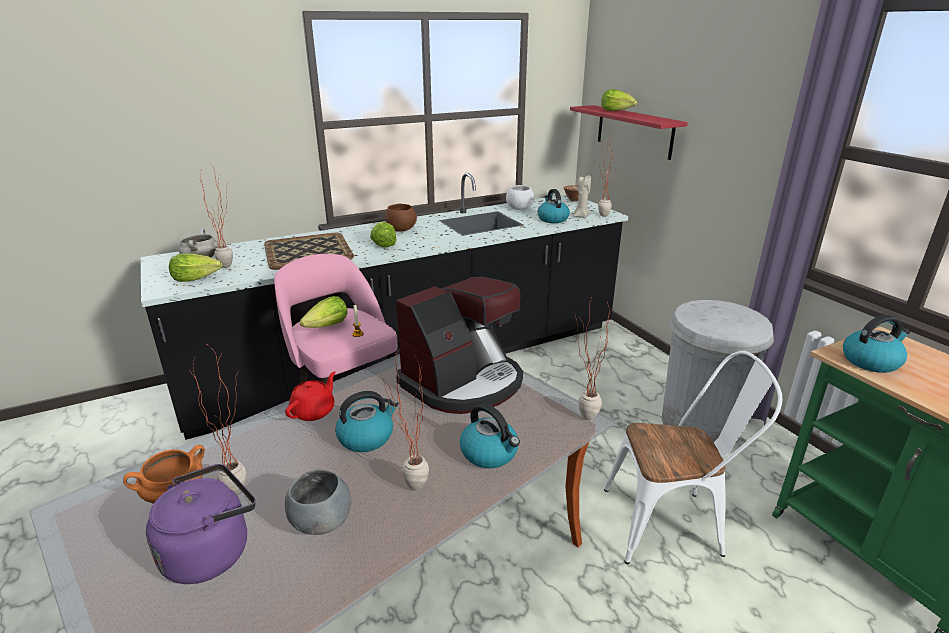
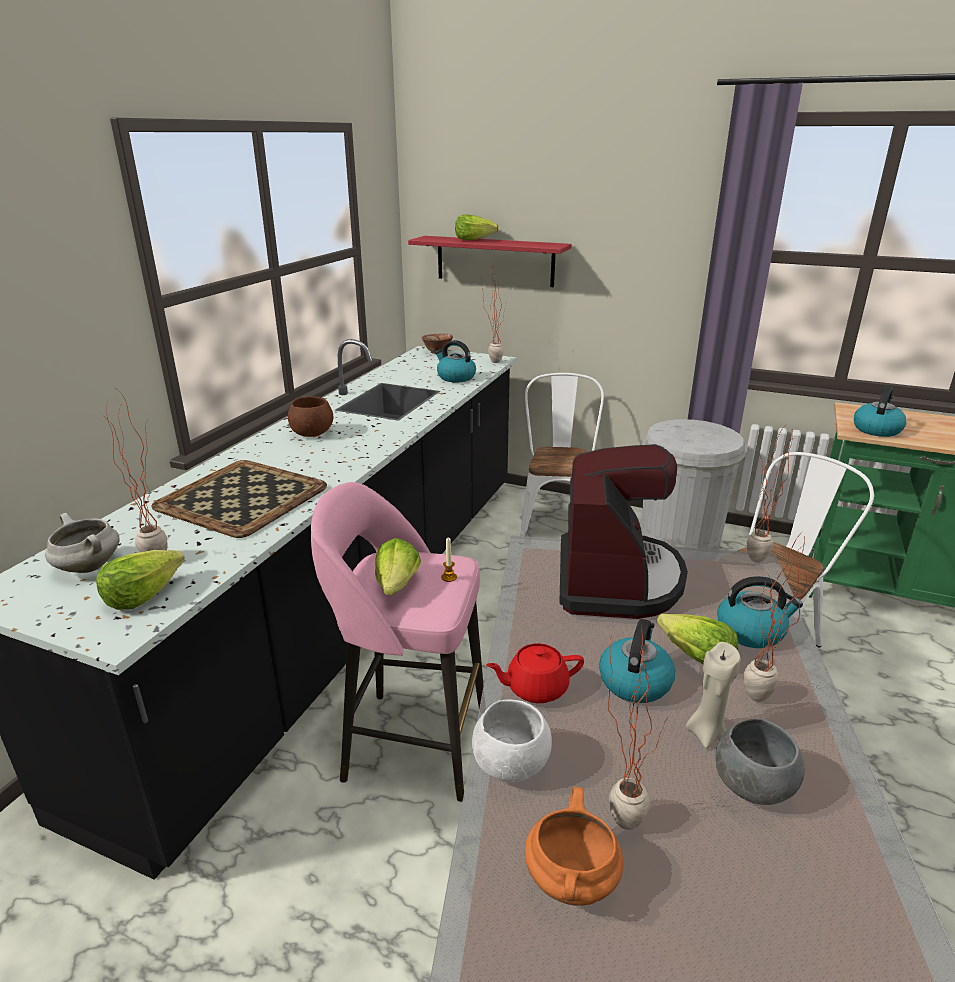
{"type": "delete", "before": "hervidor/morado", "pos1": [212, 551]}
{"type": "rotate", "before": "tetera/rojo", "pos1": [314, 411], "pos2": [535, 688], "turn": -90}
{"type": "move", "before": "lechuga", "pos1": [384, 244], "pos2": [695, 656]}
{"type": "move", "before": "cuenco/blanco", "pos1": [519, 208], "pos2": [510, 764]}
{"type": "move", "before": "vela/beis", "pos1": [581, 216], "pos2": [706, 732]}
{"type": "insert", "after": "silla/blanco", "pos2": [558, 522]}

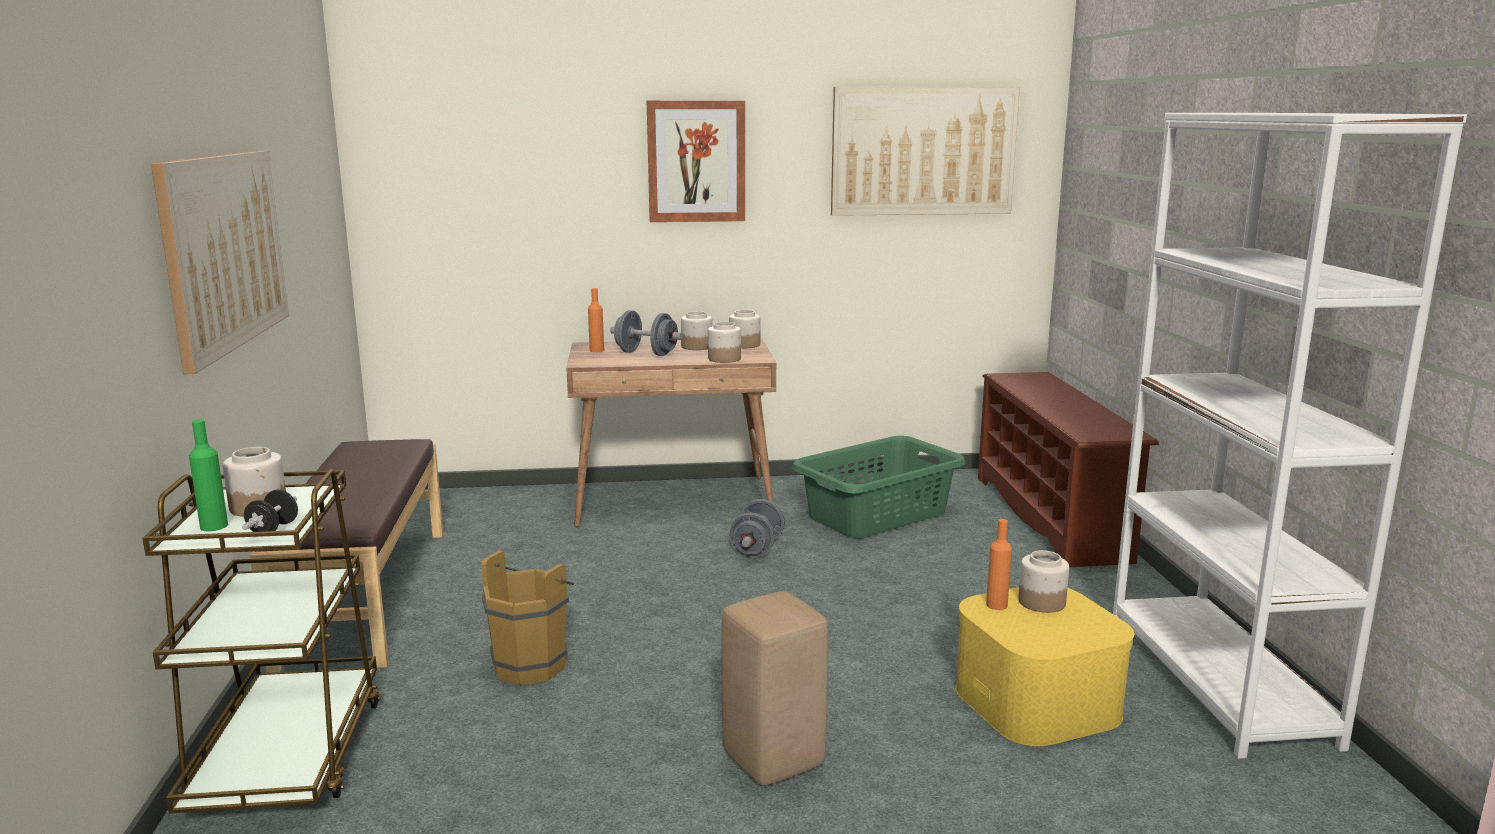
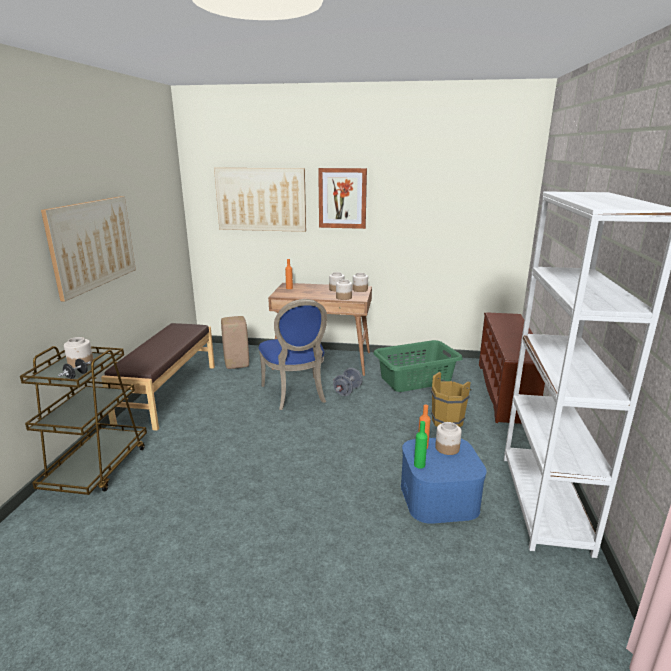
{"type": "move", "before": "botella/verde", "pos1": [214, 526], "pos2": [419, 465]}
{"type": "move", "before": "cubo/marrón", "pos1": [534, 664], "pos2": [448, 421]}
{"type": "delete", "before": "mancuerna/gris", "pos1": [646, 353]}
{"type": "move", "before": "taburete/beis", "pos1": [775, 760], "pos2": [237, 364]}
{"type": "move", "before": "cuadro", "pos1": [923, 151], "pos2": [261, 199]}
{"type": "recolor", "before": "caja de almacenaje/amarillo", "after": "caja de almacenaje/azul", "pos1": [1037, 701], "pos2": [439, 497]}
{"type": "insert", "after": "silla/azul", "pos2": [296, 394]}

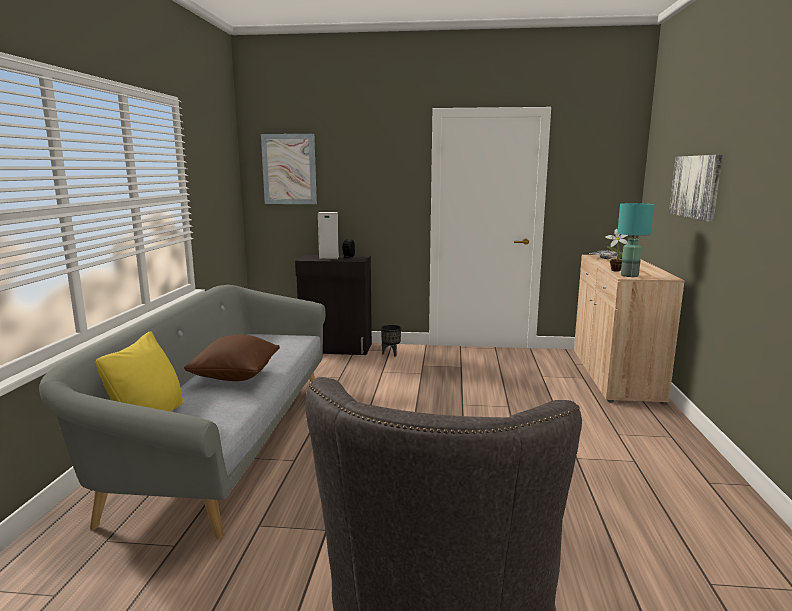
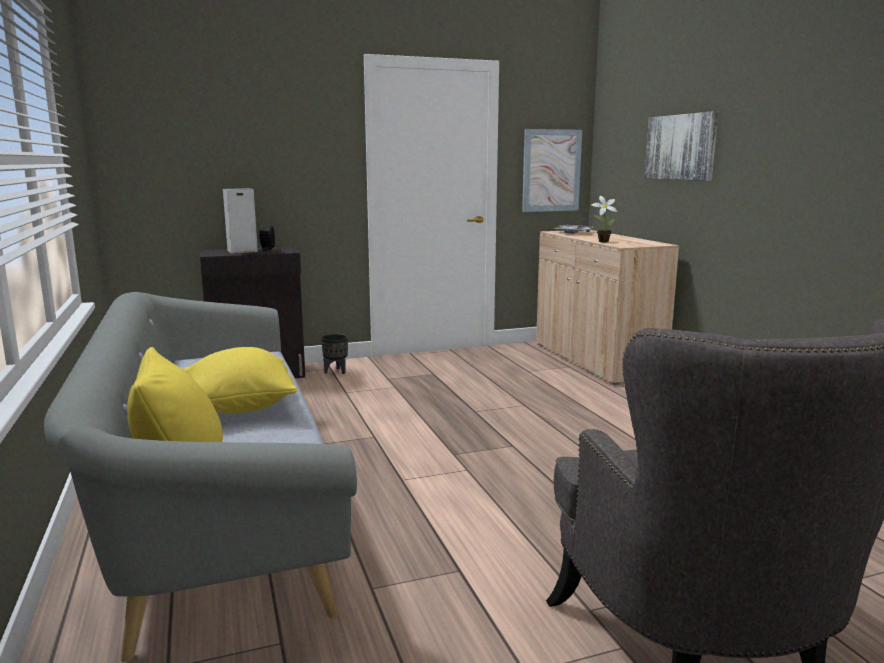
{"type": "recolor", "before": "cojín/marrón", "after": "cojín/amarillo", "pos1": [236, 377], "pos2": [240, 408]}
{"type": "move", "before": "cuadro", "pos1": [289, 169], "pos2": [551, 170]}
{"type": "delete", "before": "lámpara de mesa/turquesa", "pos1": [630, 275]}

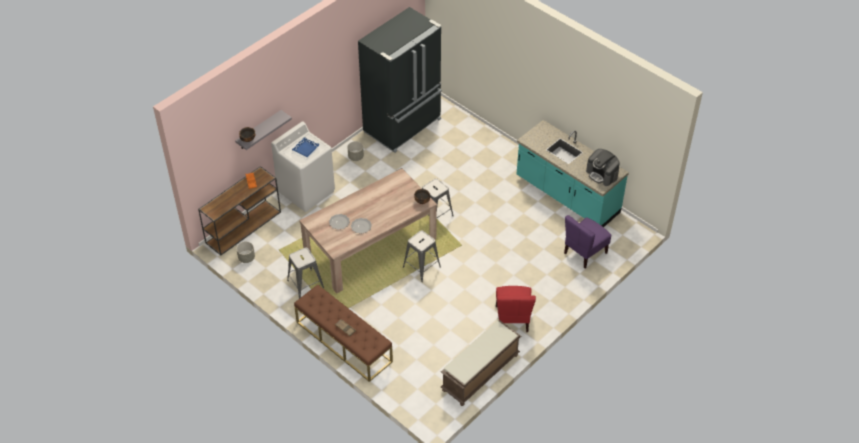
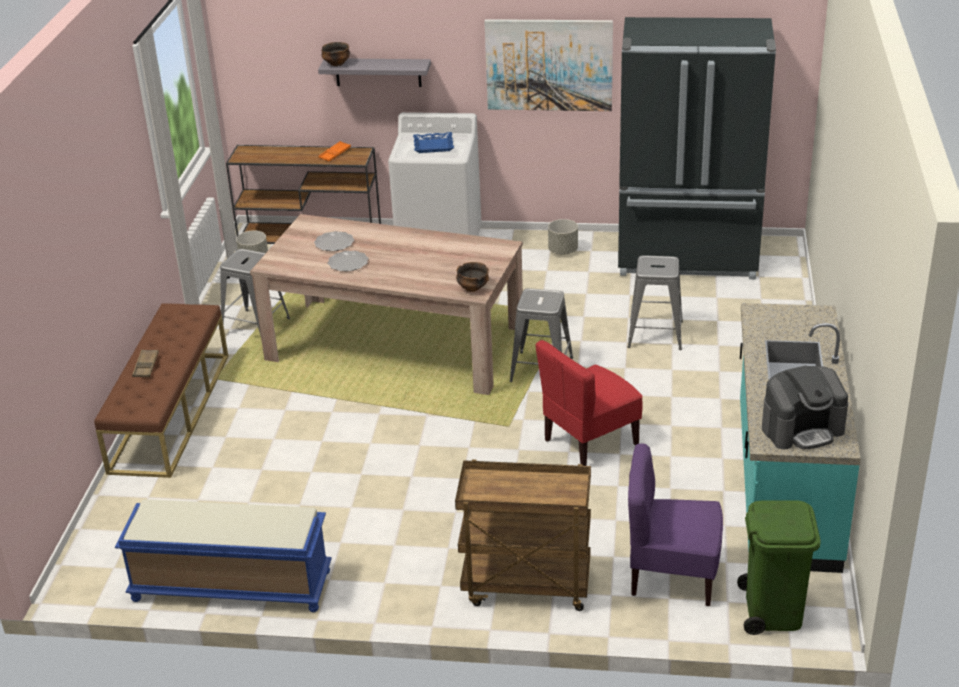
{"type": "move", "before": "taburete/gris", "pos1": [421, 267], "pos2": [655, 334]}
{"type": "recolor", "before": "banco/marrón", "after": "banco/azul", "pos1": [480, 373], "pos2": [230, 586]}
{"type": "move", "before": "silla/rojo", "pos1": [512, 319], "pos2": [590, 442]}
{"type": "rotate", "before": "cafetera", "pos1": [602, 174], "pos2": [802, 429], "turn": -120}
{"type": "insert", "after": "carrito/marrón", "pos2": [525, 587]}
{"type": "insert", "after": "cuadro", "pos2": [549, 64]}
{"type": "insert", "after": "papelera/verde", "pos2": [772, 610]}

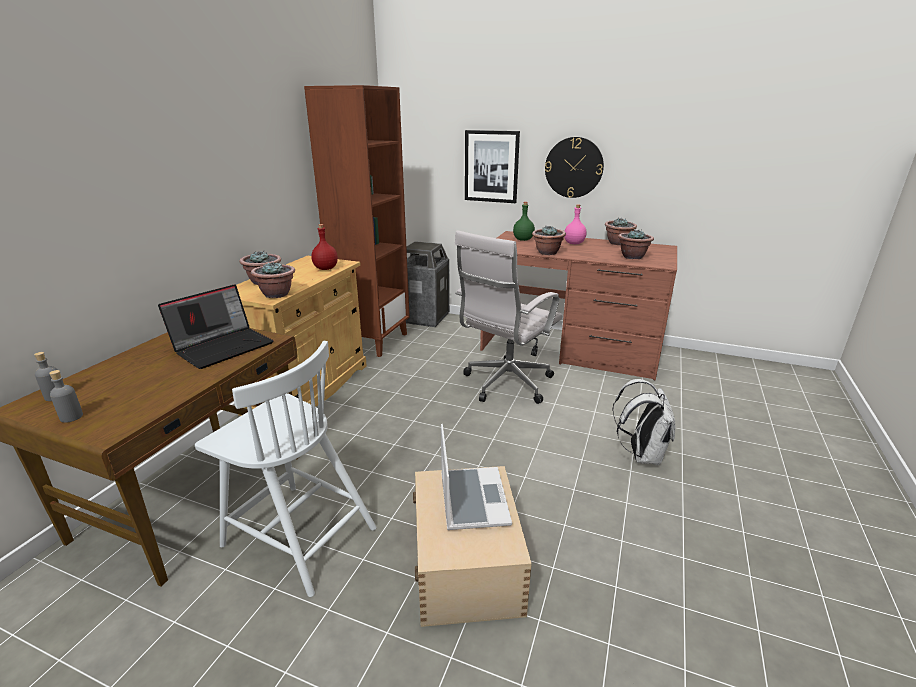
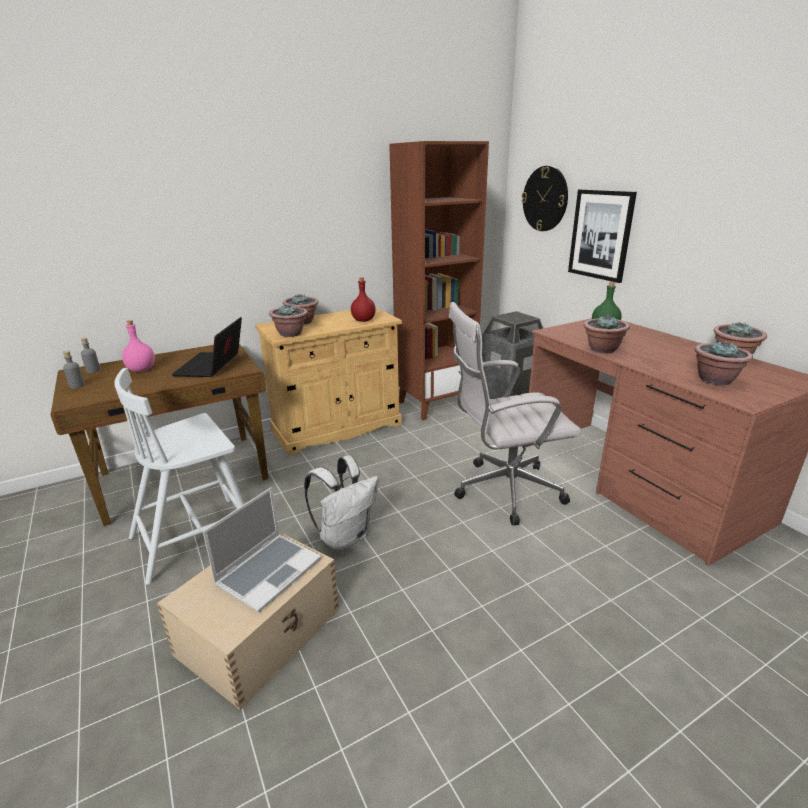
{"type": "rotate", "before": "portátil", "pos1": [224, 346], "pos2": [212, 366], "turn": 105}
{"type": "rotate", "before": "silla/blanco", "pos1": [297, 535], "pos2": [196, 537], "turn": 75}
{"type": "move", "before": "reloj de pared", "pos1": [574, 167], "pos2": [545, 199]}
{"type": "move", "before": "botella/rosa", "pos1": [574, 243], "pos2": [141, 370]}
{"type": "move", "before": "mochila/blanco", "pos1": [641, 454], "pos2": [345, 537]}

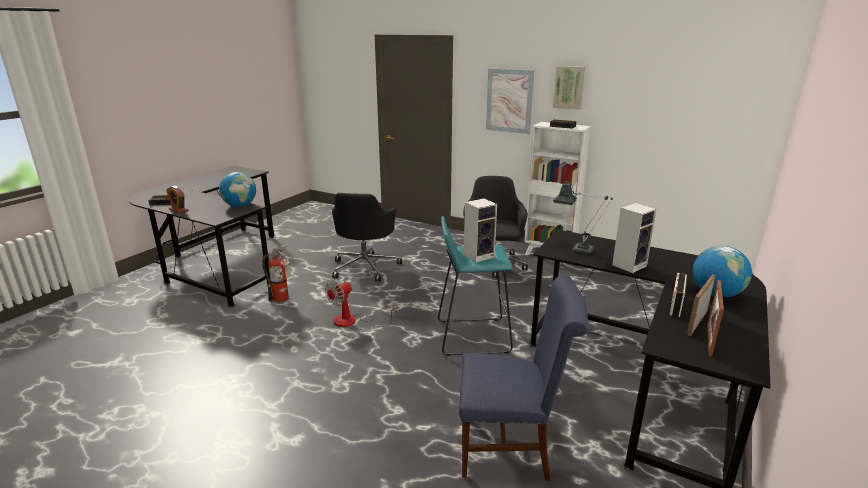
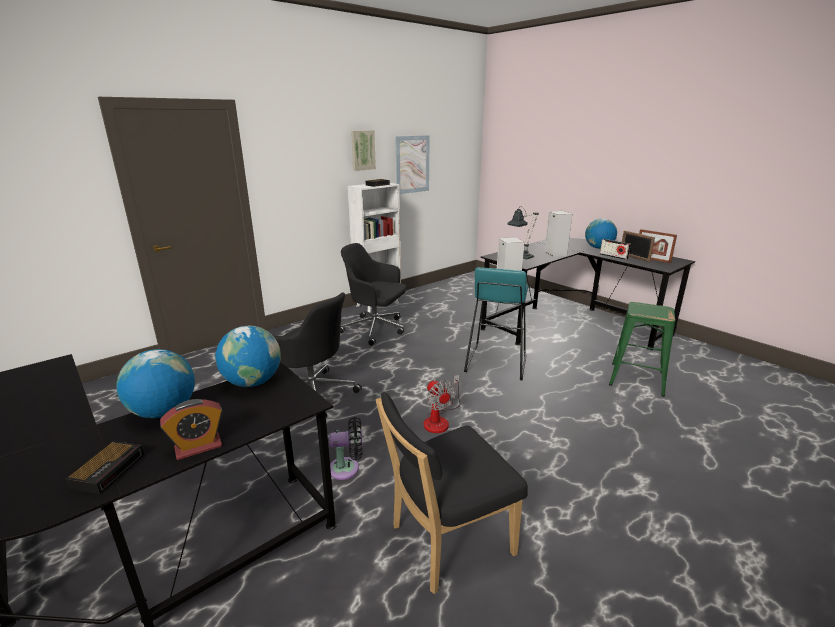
{"type": "replace", "before": "extintor", "after": "ventilador/negro", "pos1": [283, 298], "pos2": [347, 468]}
{"type": "replace", "before": "silla/azul", "after": "taburete/verde", "pos1": [511, 446], "pos2": [636, 378]}
{"type": "move", "before": "cuadro", "pos1": [509, 101], "pos2": [412, 164]}
{"type": "insert", "after": "globo terráqueo", "pos2": [164, 412]}
{"type": "insert", "after": "silla/negro", "pos2": [446, 541]}

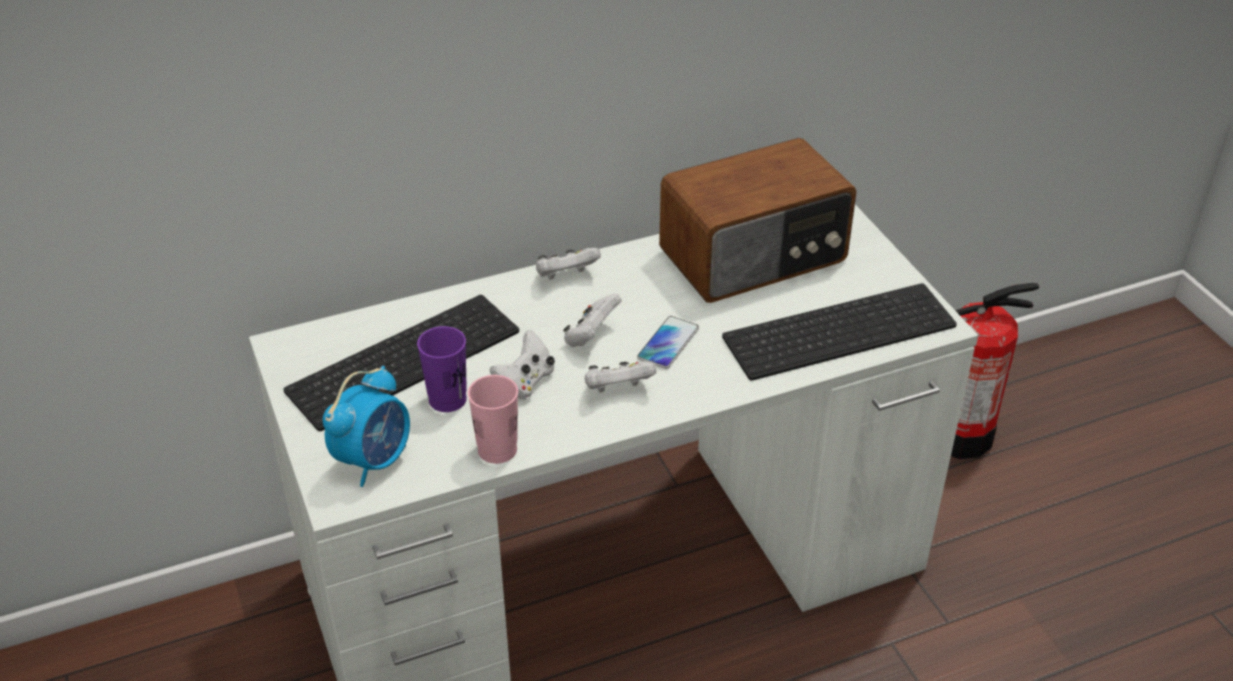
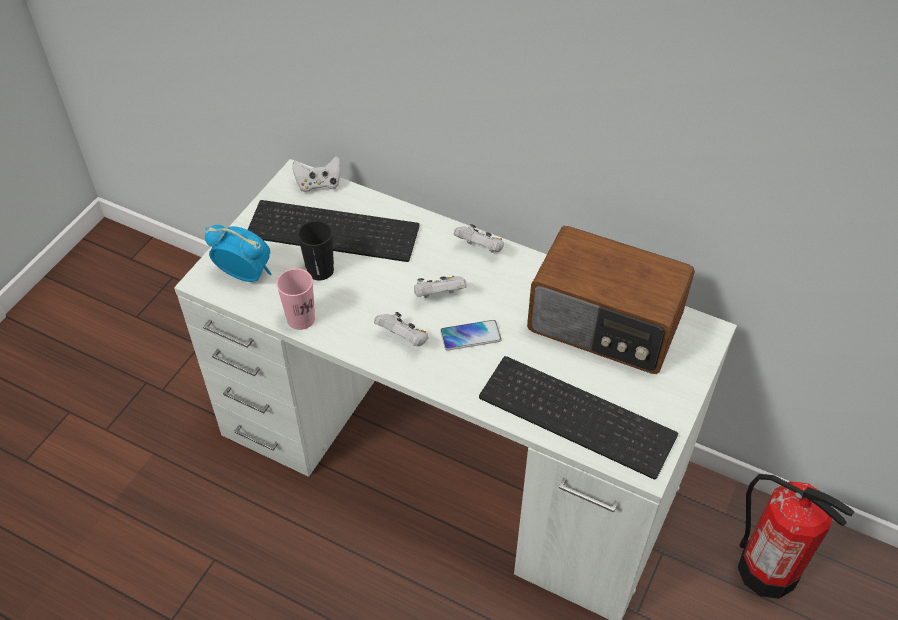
{"type": "rotate", "before": "despertador", "pos1": [374, 460], "pos2": [245, 274], "turn": -150}
{"type": "recolor", "before": "taza/morado", "after": "taza/negro", "pos1": [447, 399], "pos2": [320, 270]}
{"type": "move", "before": "mando de consola/blanco", "pos1": [525, 382], "pos2": [319, 184]}

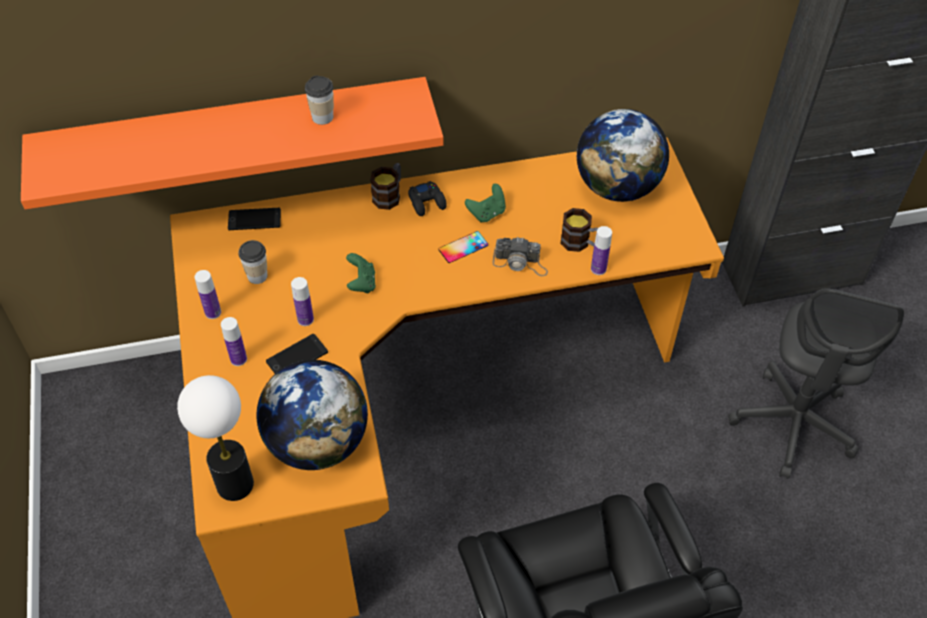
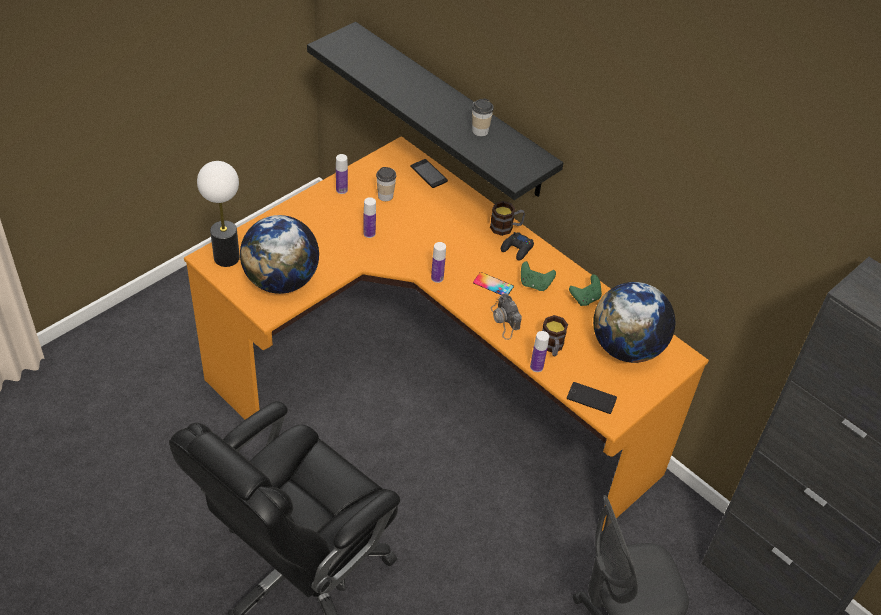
{"type": "recolor", "before": "estante/naranja", "after": "estante/negro", "pos1": [234, 133], "pos2": [451, 110]}
{"type": "move", "before": "botella", "pos1": [238, 359], "pos2": [437, 278]}
{"type": "move", "before": "móvil", "pos1": [297, 357], "pos2": [591, 398]}
{"type": "move", "before": "mando de consola/verde", "pos1": [361, 283], "pos2": [585, 298]}

